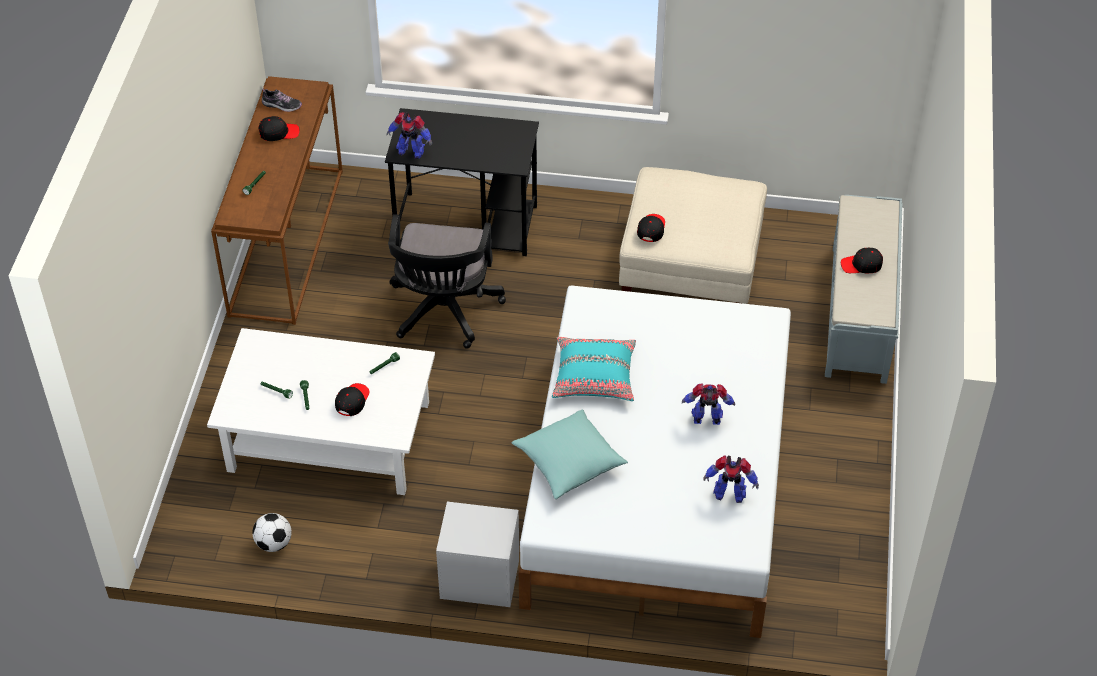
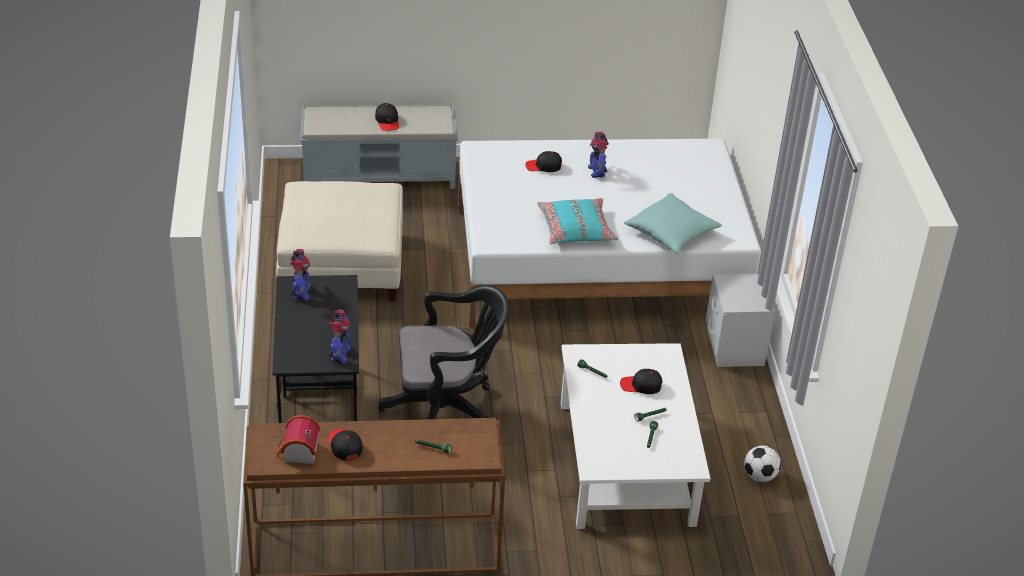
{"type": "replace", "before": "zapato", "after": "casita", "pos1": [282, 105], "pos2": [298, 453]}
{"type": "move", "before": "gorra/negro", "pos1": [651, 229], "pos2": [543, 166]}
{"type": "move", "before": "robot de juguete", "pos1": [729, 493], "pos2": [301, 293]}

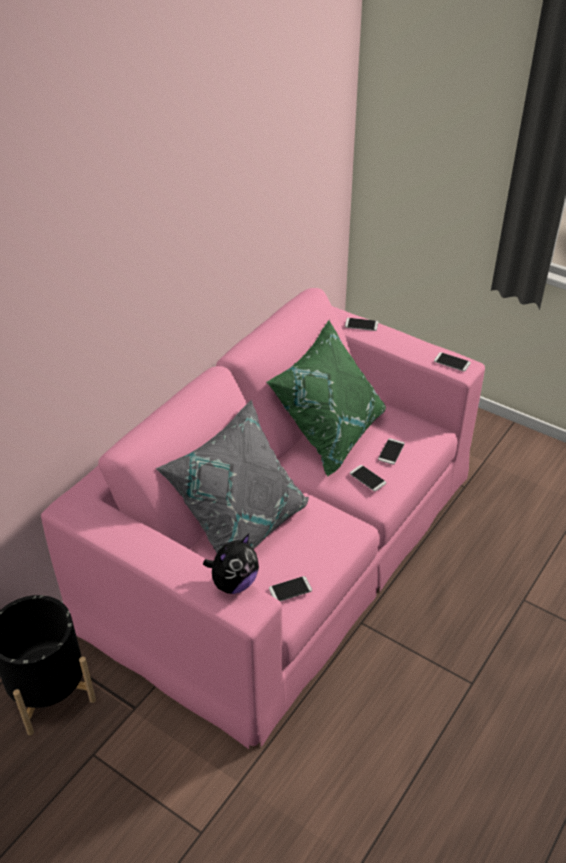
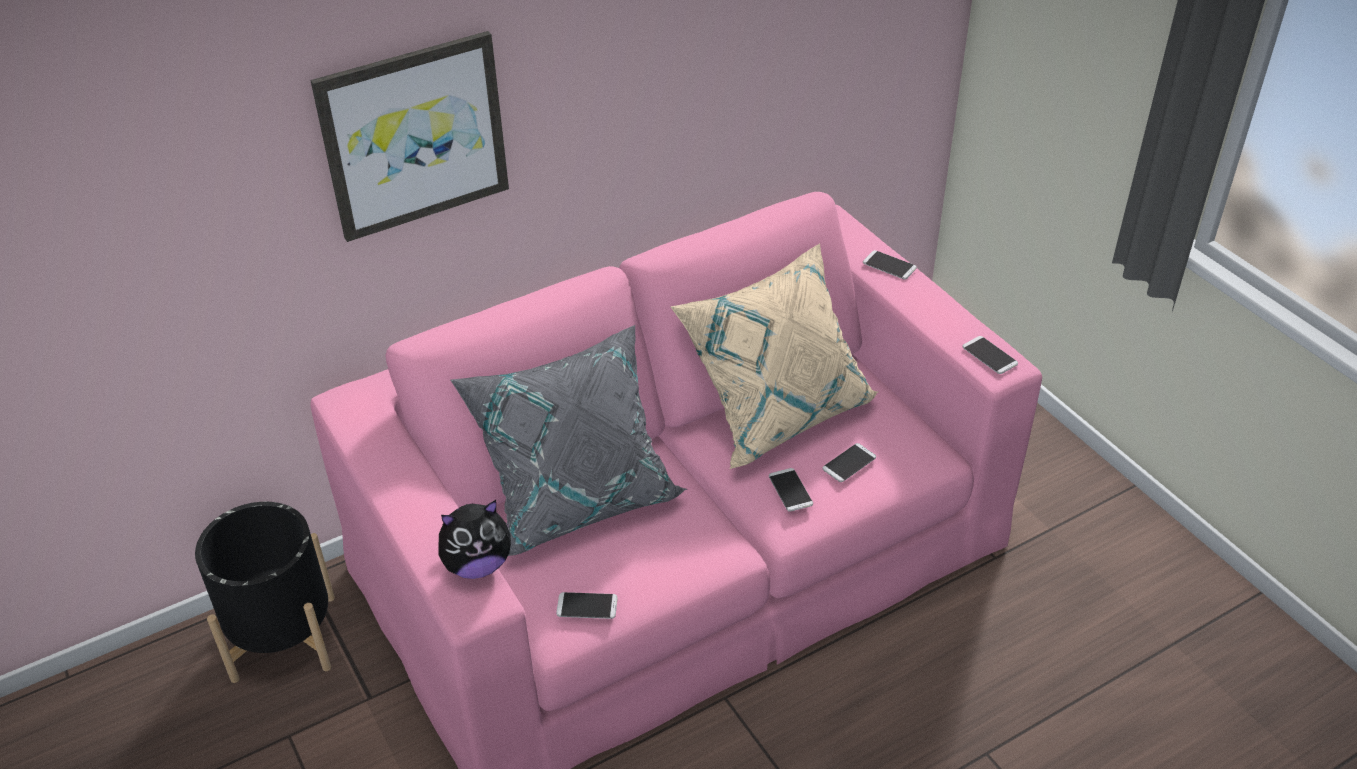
{"type": "recolor", "before": "cojín/verde", "after": "cojín/beis", "pos1": [329, 433], "pos2": [777, 410]}
{"type": "insert", "after": "cuadro", "pos2": [413, 135]}

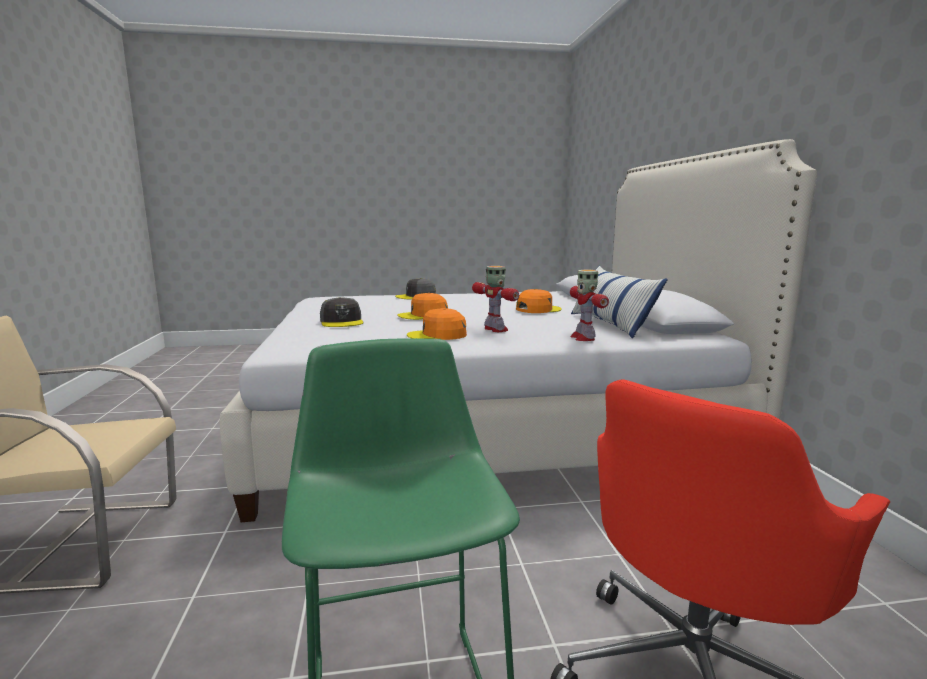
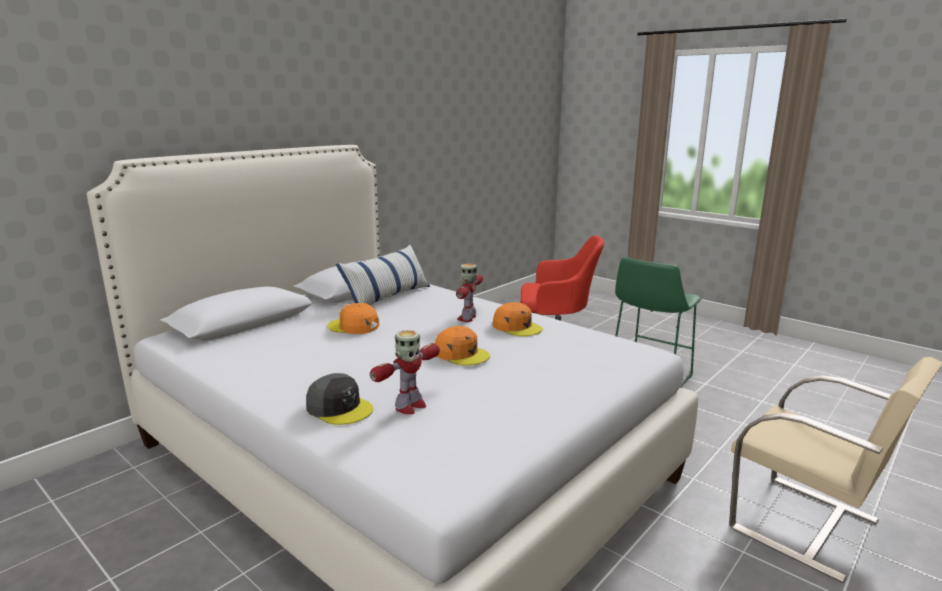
{"type": "delete", "before": "gorra/gris", "pos1": [342, 322]}
{"type": "move", "before": "robot de juguete", "pos1": [583, 338], "pos2": [409, 406]}

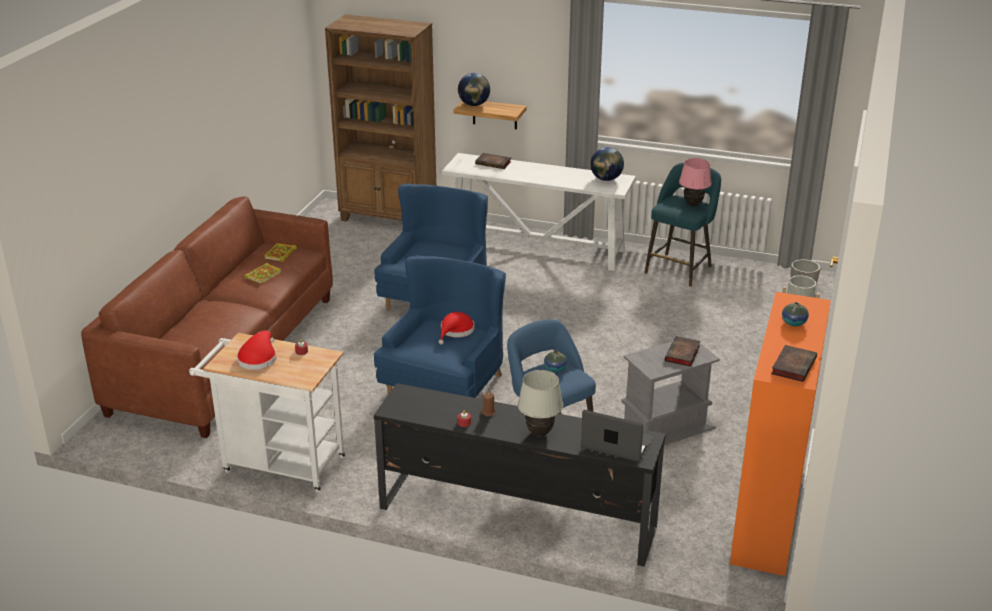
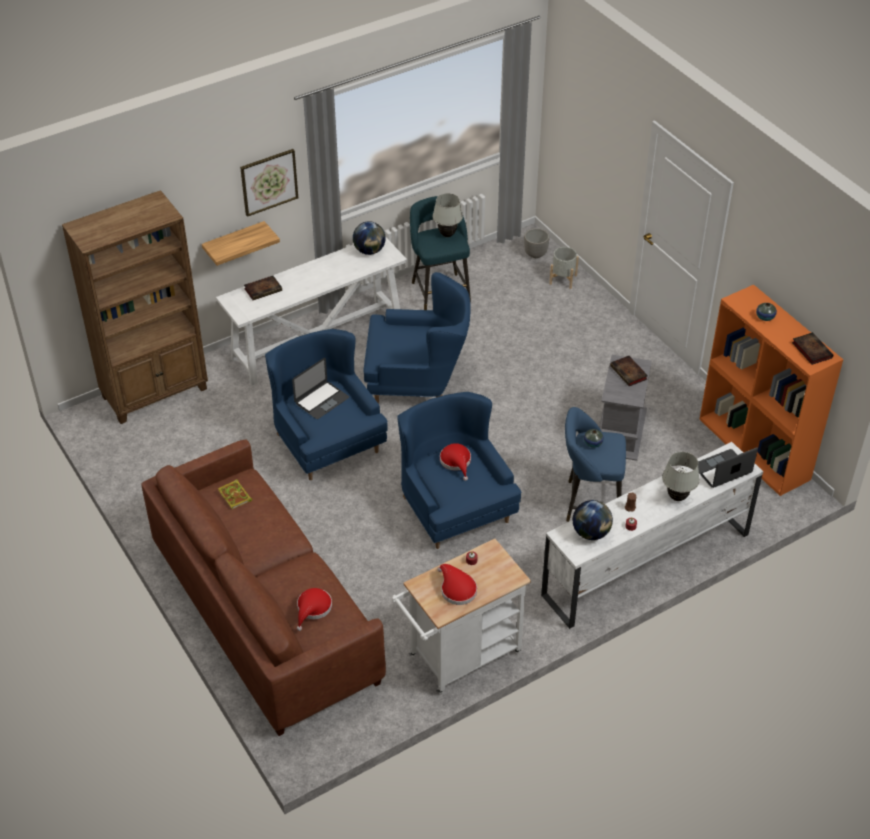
{"type": "delete", "before": "libro", "pos1": [263, 275]}
{"type": "recolor", "before": "mueble de televisión/negro", "after": "mueble de televisión/blanco", "pos1": [515, 517], "pos2": [645, 564]}
{"type": "move", "before": "globo terráqueo", "pos1": [474, 105], "pos2": [591, 533]}
{"type": "recolor", "before": "lámpara de mesa/rosa", "after": "lámpara de mesa/blanco", "pos1": [693, 205], "pos2": [447, 235]}
{"type": "insert", "after": "cuadro", "pos2": [269, 182]}
{"type": "insert", "after": "portátil", "pos2": [321, 400]}
{"type": "insert", "after": "sombrero/rojo", "pos2": [313, 609]}
{"type": "insert", "after": "sillón/azul", "pos2": [417, 380]}

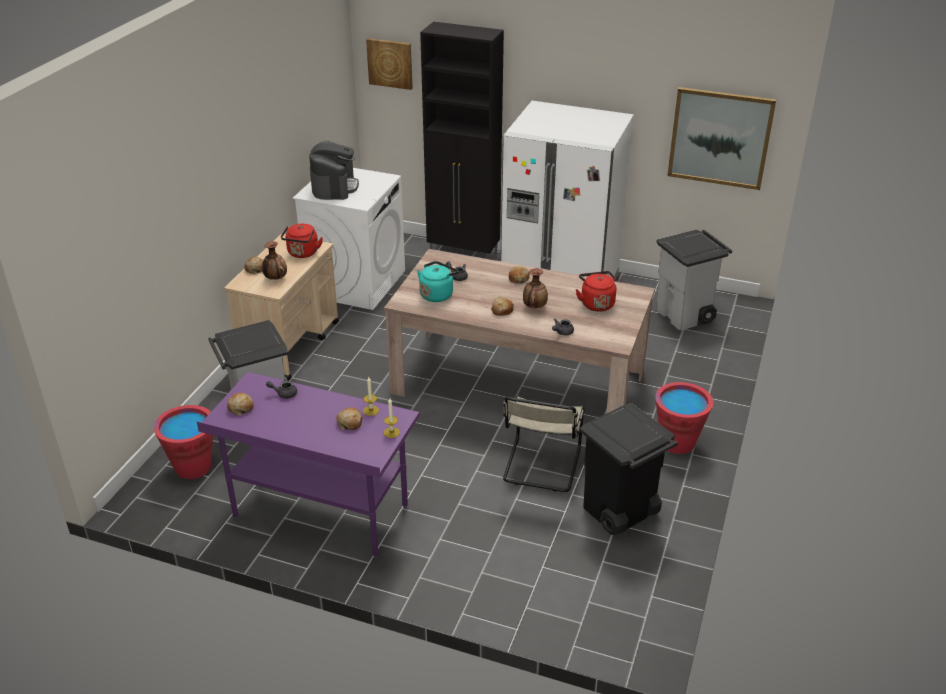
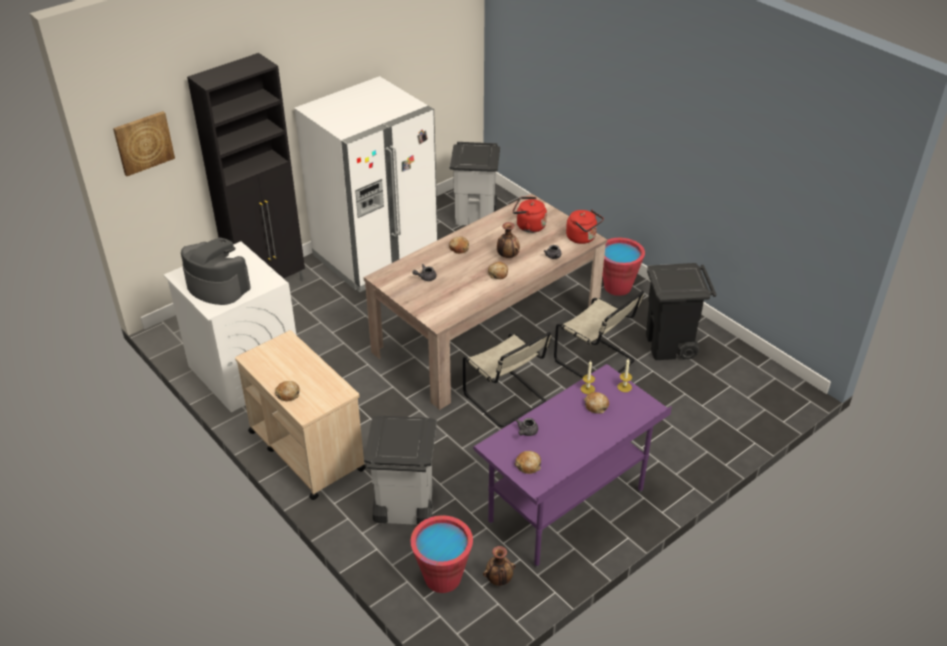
{"type": "move", "before": "florero", "pos1": [275, 279], "pos2": [499, 579]}
{"type": "move", "before": "hervidor/rojo", "pos1": [302, 253], "pos2": [582, 238]}
{"type": "delete", "before": "hervidor/turquesa", "pos1": [437, 294]}
{"type": "delete", "before": "cuadro", "pos1": [720, 138]}
{"type": "insert", "after": "silla/beis", "pos2": [507, 400]}

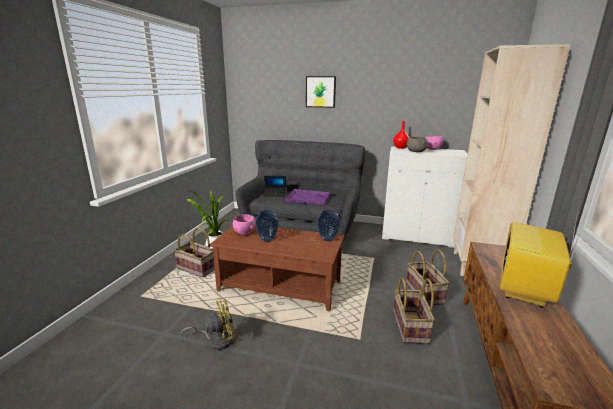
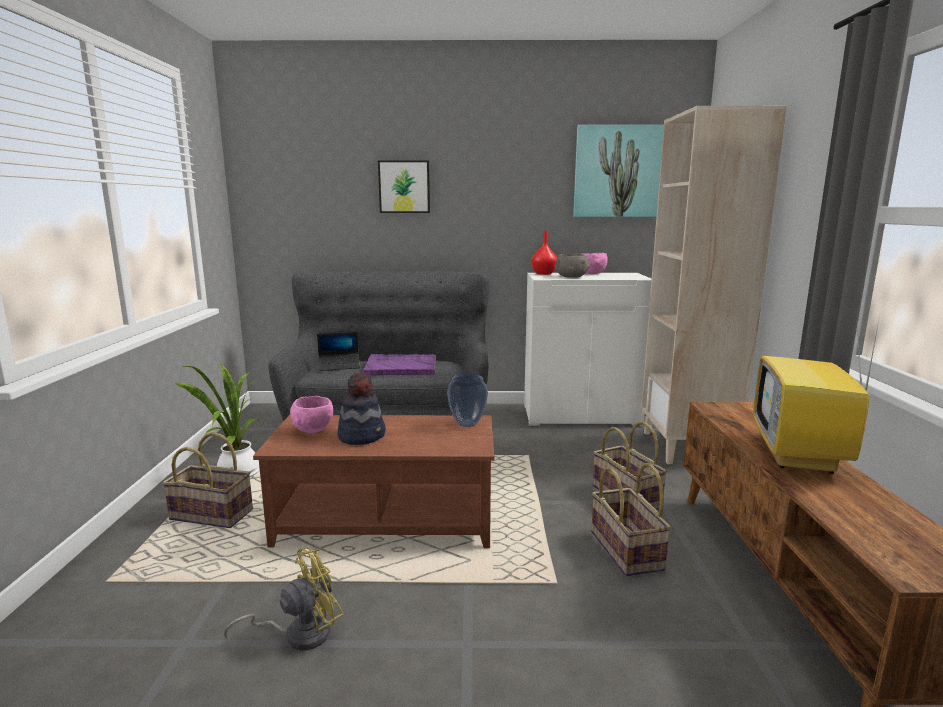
{"type": "replace", "before": "florero", "after": "sombrero", "pos1": [268, 239], "pos2": [362, 435]}
{"type": "insert", "after": "cuadro", "pos2": [618, 171]}

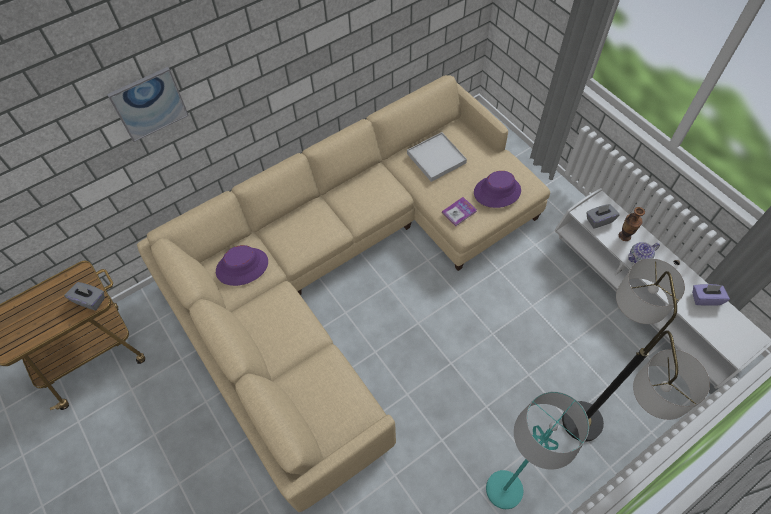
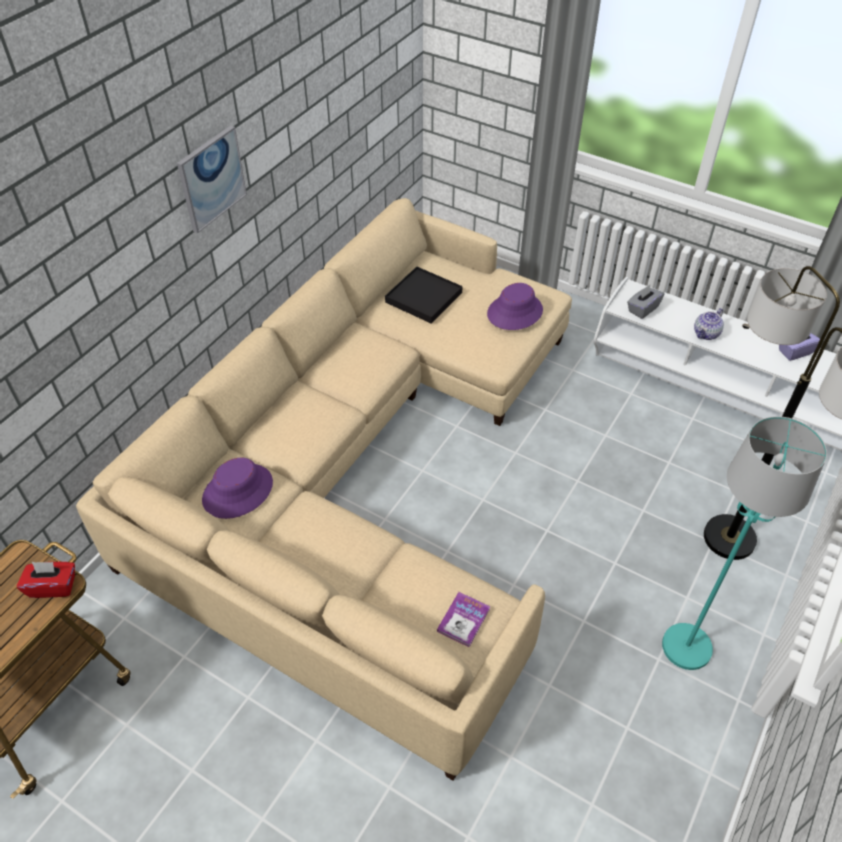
{"type": "recolor", "before": "caja de pañuelos/gris", "after": "caja de pañuelos/rojo", "pos1": [90, 300], "pos2": [53, 586]}
{"type": "move", "before": "cuadro", "pos1": [149, 104], "pos2": [211, 178]}
{"type": "recolor", "before": "bandeja/blanco", "after": "bandeja/negro", "pos1": [436, 158], "pos2": [424, 297]}
{"type": "move", "before": "libro", "pos1": [459, 212], "pos2": [463, 620]}
{"type": "delete", "before": "florero", "pos1": [624, 236]}

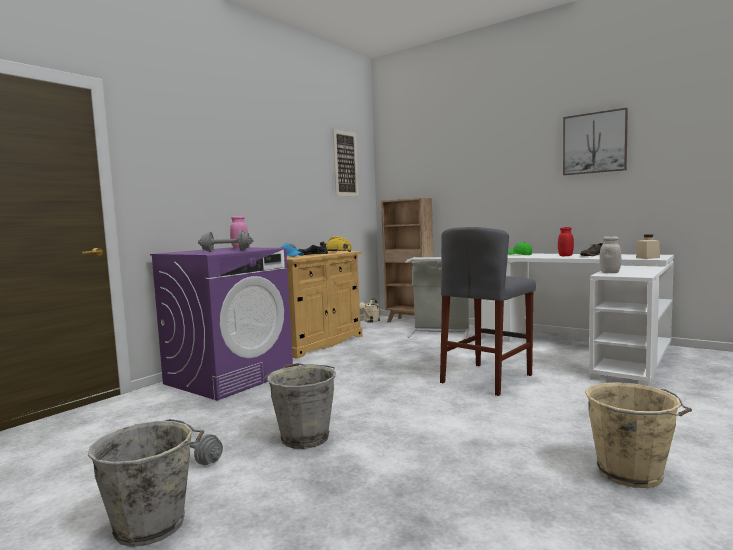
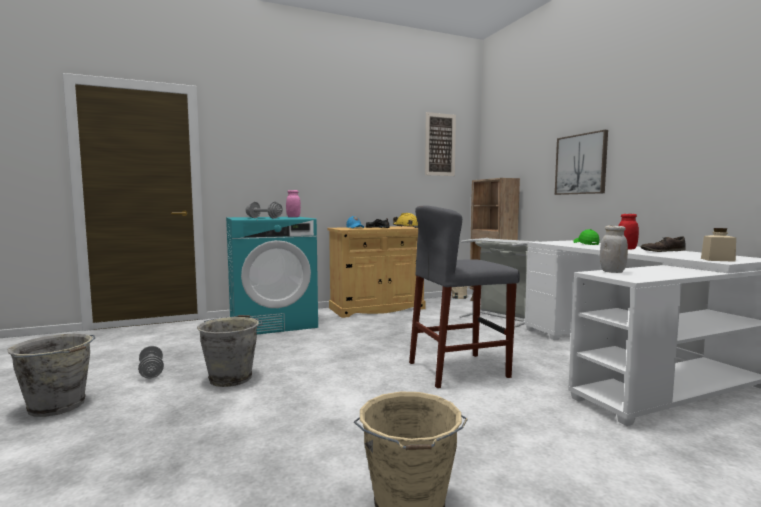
{"type": "recolor", "before": "lavadora/morado", "after": "lavadora/turquesa", "pos1": [229, 378], "pos2": [273, 322]}
{"type": "move", "before": "cuadro", "pos1": [594, 143], "pos2": [581, 164]}

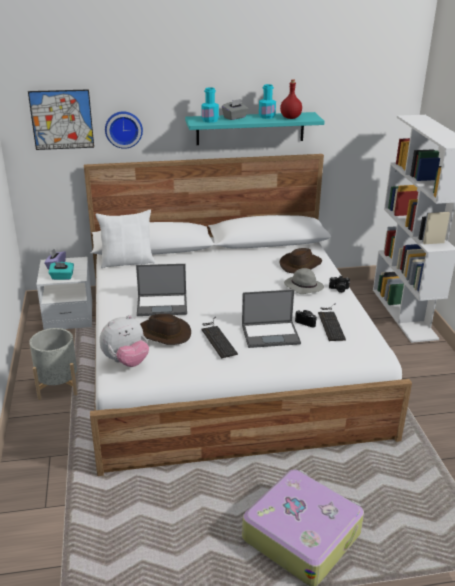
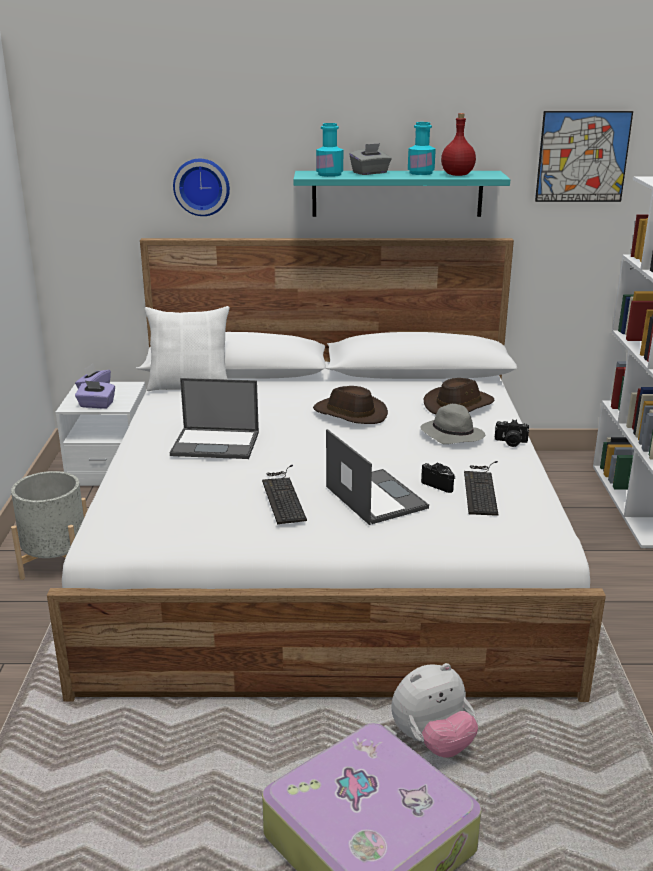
{"type": "move", "before": "cuadro", "pos1": [62, 119], "pos2": [582, 157]}
{"type": "recolor", "before": "caja de pañuelos/turquesa", "after": "caja de pañuelos/morado", "pos1": [62, 277], "pos2": [96, 405]}
{"type": "move", "before": "peluche", "pos1": [126, 361], "pos2": [432, 742]}
{"type": "move", "before": "sombrero/marrón", "pos1": [163, 334], "pos2": [350, 414]}
{"type": "rotate", "before": "portátil", "pos1": [271, 334], "pos2": [374, 497], "turn": -120}

